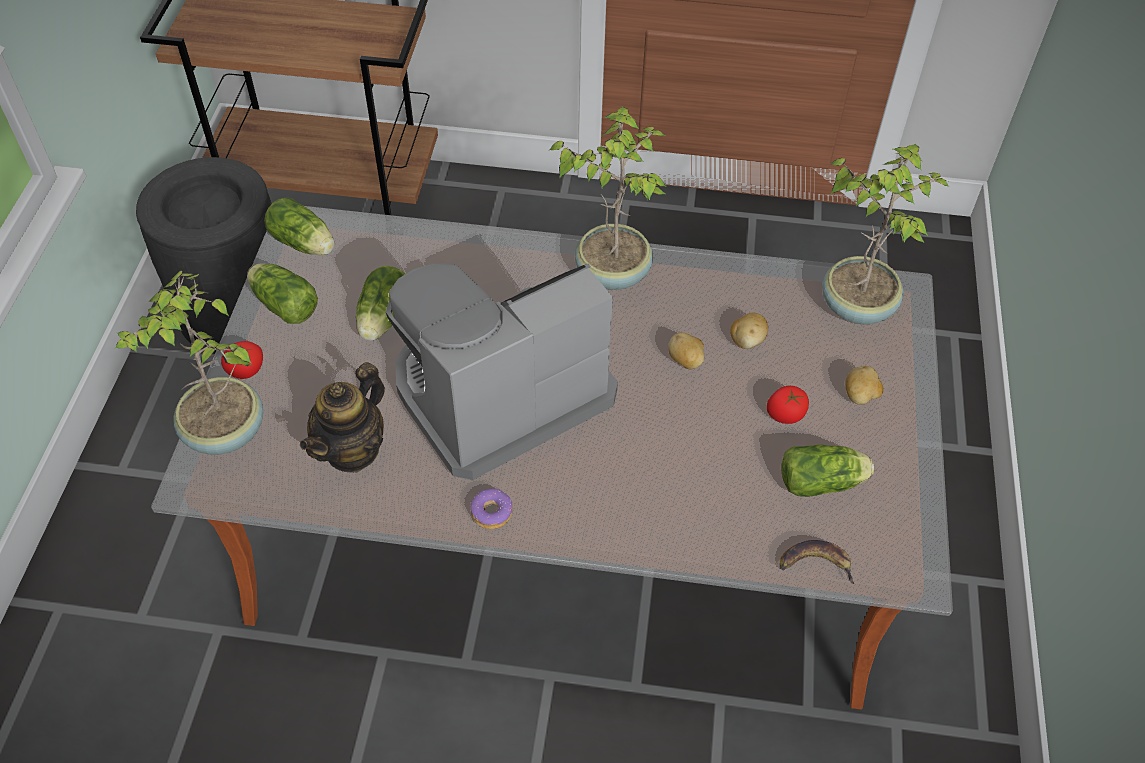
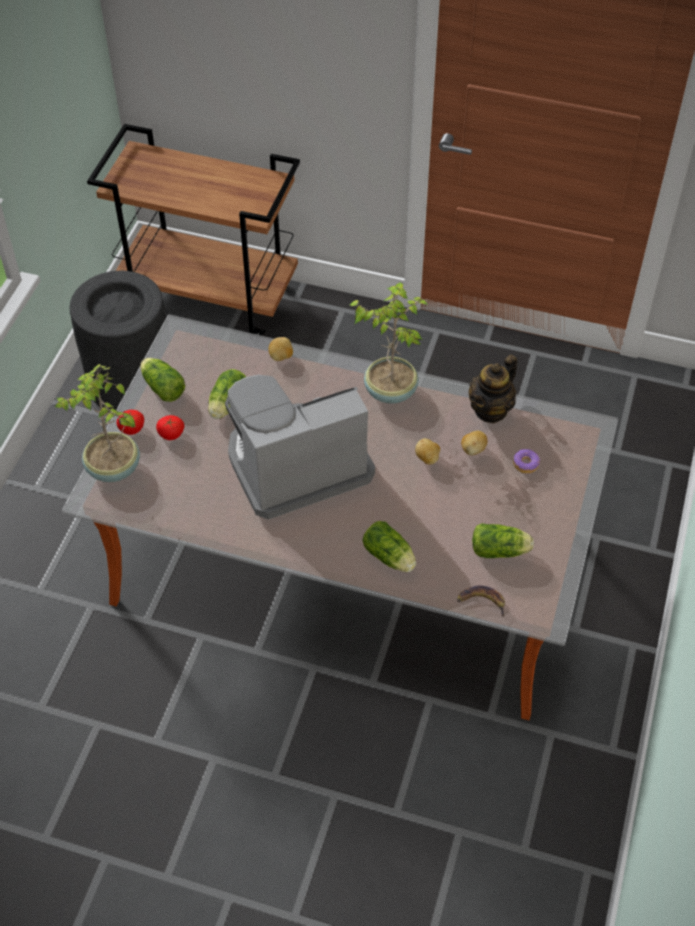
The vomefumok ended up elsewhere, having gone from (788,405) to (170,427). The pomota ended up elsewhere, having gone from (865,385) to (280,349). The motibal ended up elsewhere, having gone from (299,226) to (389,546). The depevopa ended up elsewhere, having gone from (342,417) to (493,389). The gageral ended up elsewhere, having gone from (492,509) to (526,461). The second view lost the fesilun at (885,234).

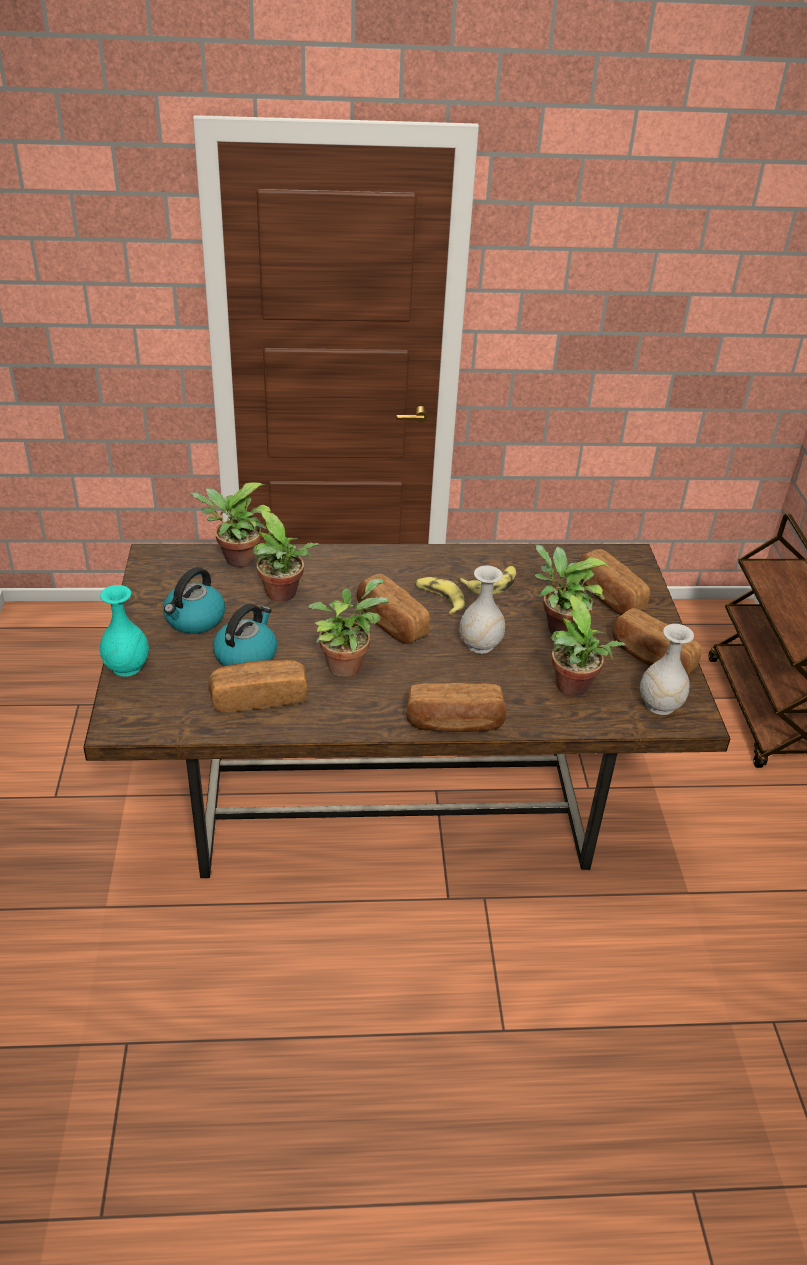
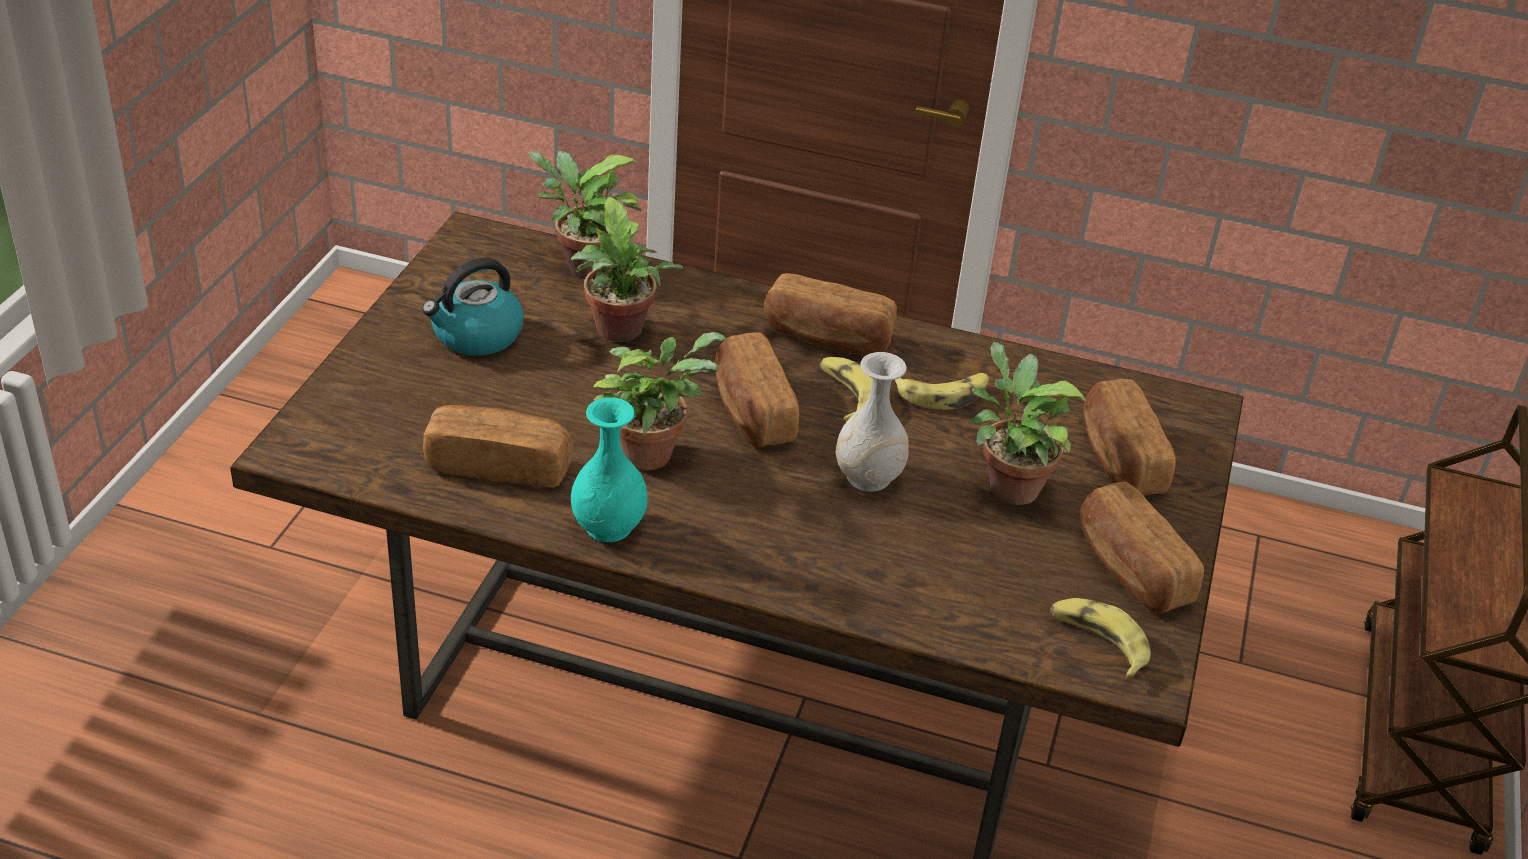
The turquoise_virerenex ended up elsewhere, having gone from (124,631) to (609,469). The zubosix ended up elsewhere, having gone from (456,707) to (830,314). Where the white_virerenex stood at (667,669), the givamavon came to stand at (1100,639). The second view lost the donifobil at (245,635). The second view lost the fesilun at (588,645).

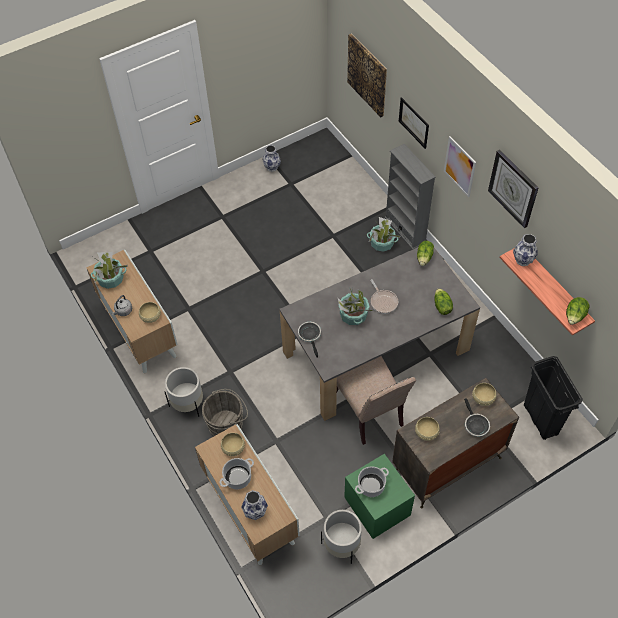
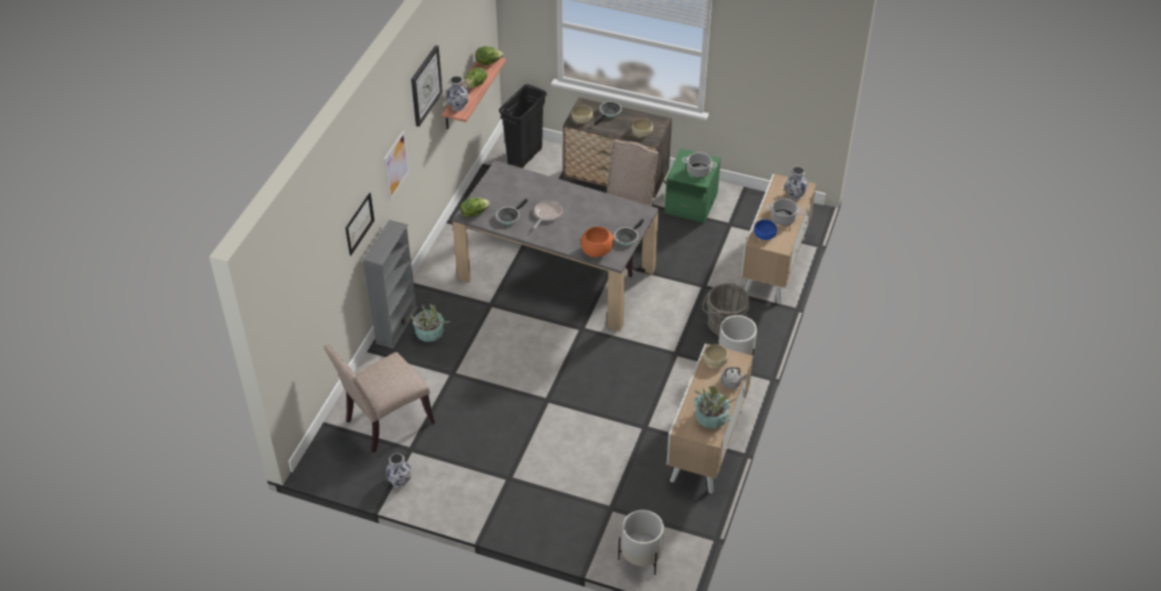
The second view gained the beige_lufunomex at (379,399). The motibal ended up elsewhere, having gone from (443,301) to (475,78). The second view gained the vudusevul at (512,212). The second view gained the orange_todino at (597,242). The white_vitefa ended up elsewhere, having gone from (341,537) to (641,542). What was the beige_todino at (233,444) turned into the blue_todino at (765,230). The second view lost the fesilun at (355,306). The second view lost the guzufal at (367,75).

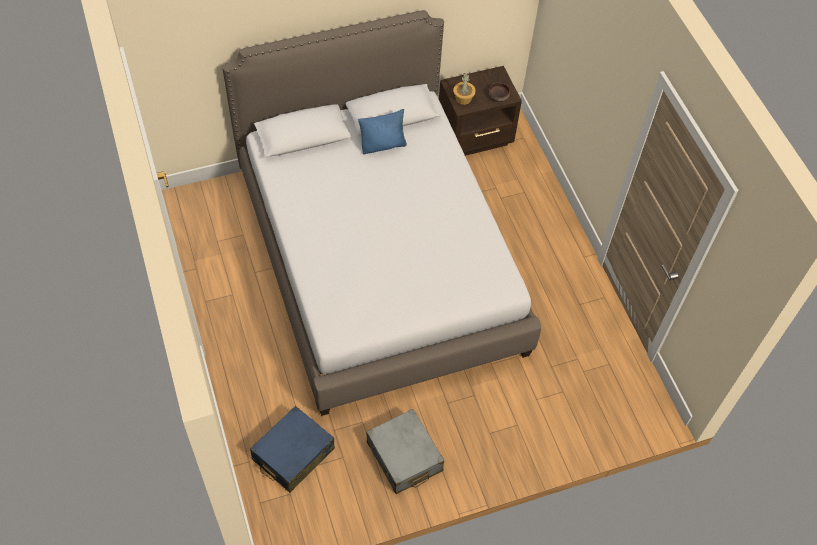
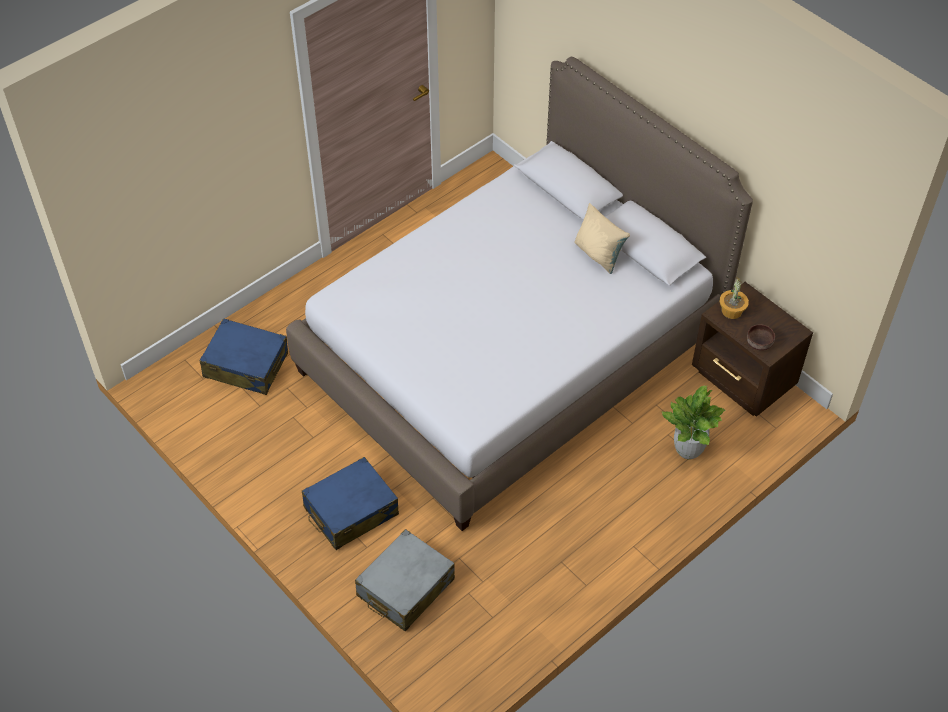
The second view gained the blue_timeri at (350,503). The grey_timeri ended up elsewhere, having gone from (405,451) to (405,580). What was the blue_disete at (382,131) turned into the beige_disete at (602,238). The second view gained the fesilun at (694,422).

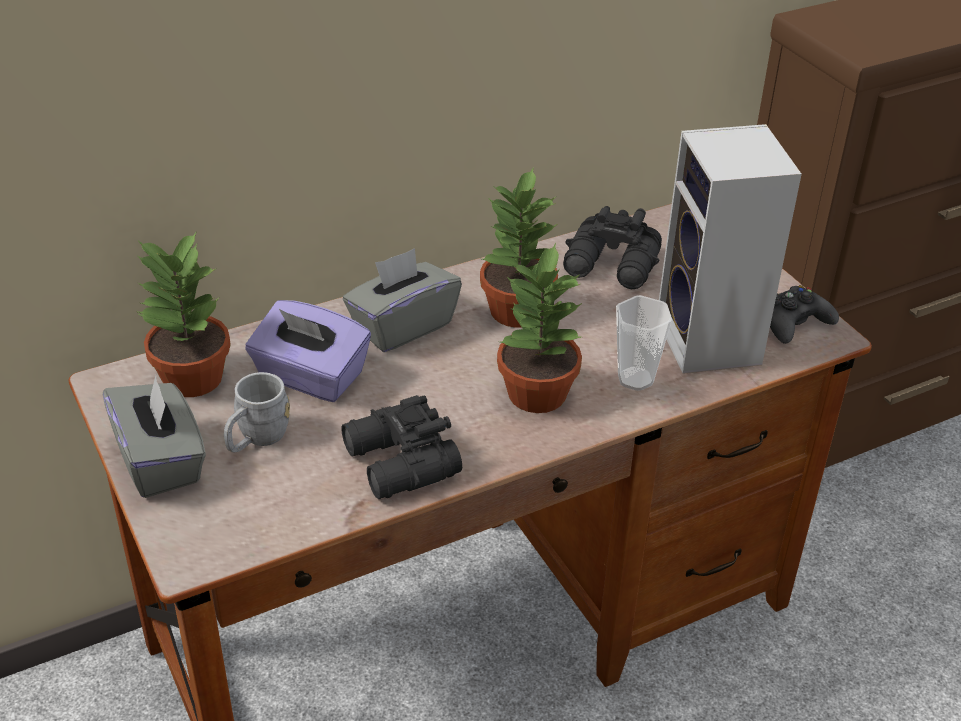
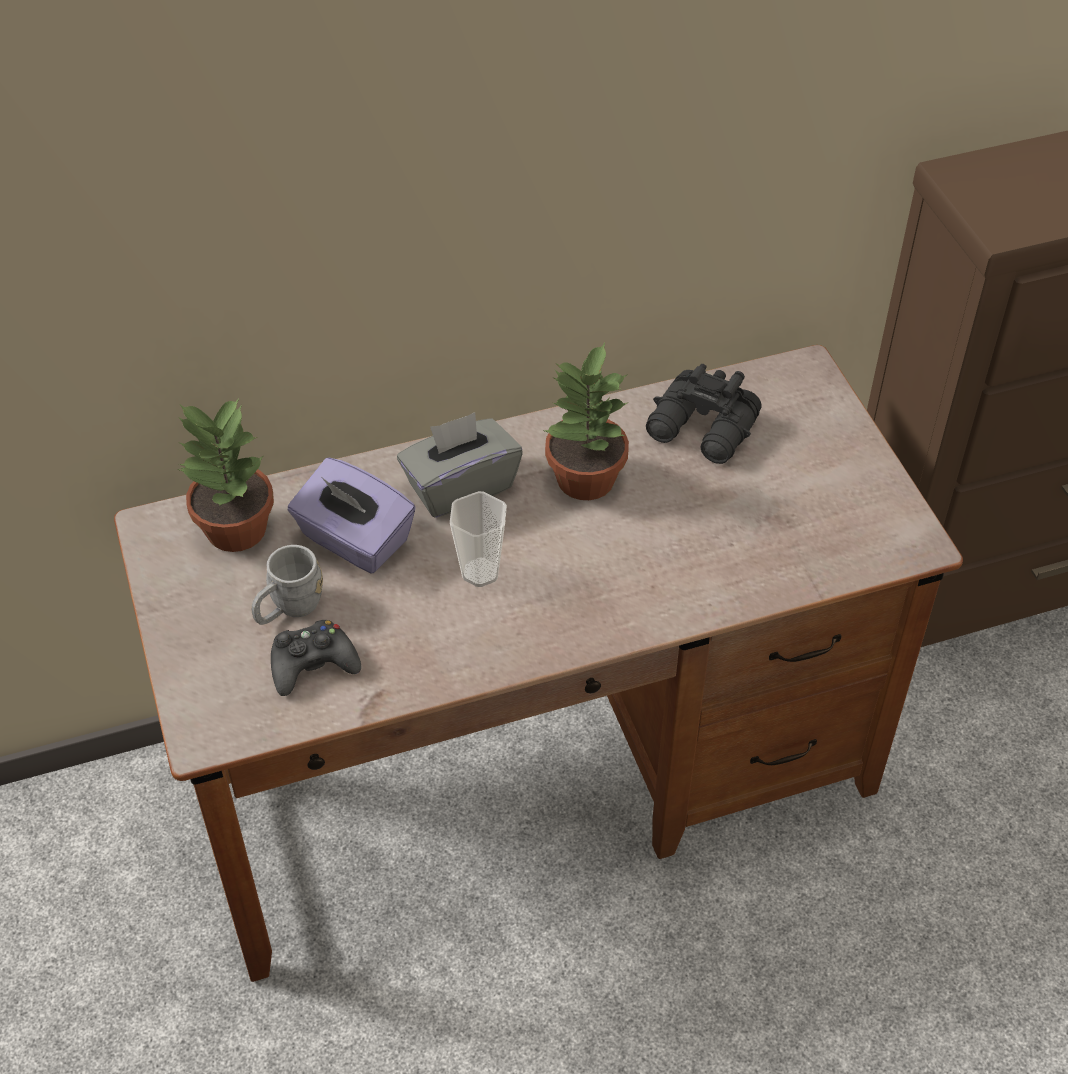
The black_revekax ended up elsewhere, having gone from (804,314) to (316,658). The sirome ended up elsewhere, having gone from (644,343) to (478,539). The second view lost the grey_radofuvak at (154,437). The second view lost the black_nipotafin at (401,447). The second view lost the fesilun at (539,328). The second view lost the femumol at (730,249).

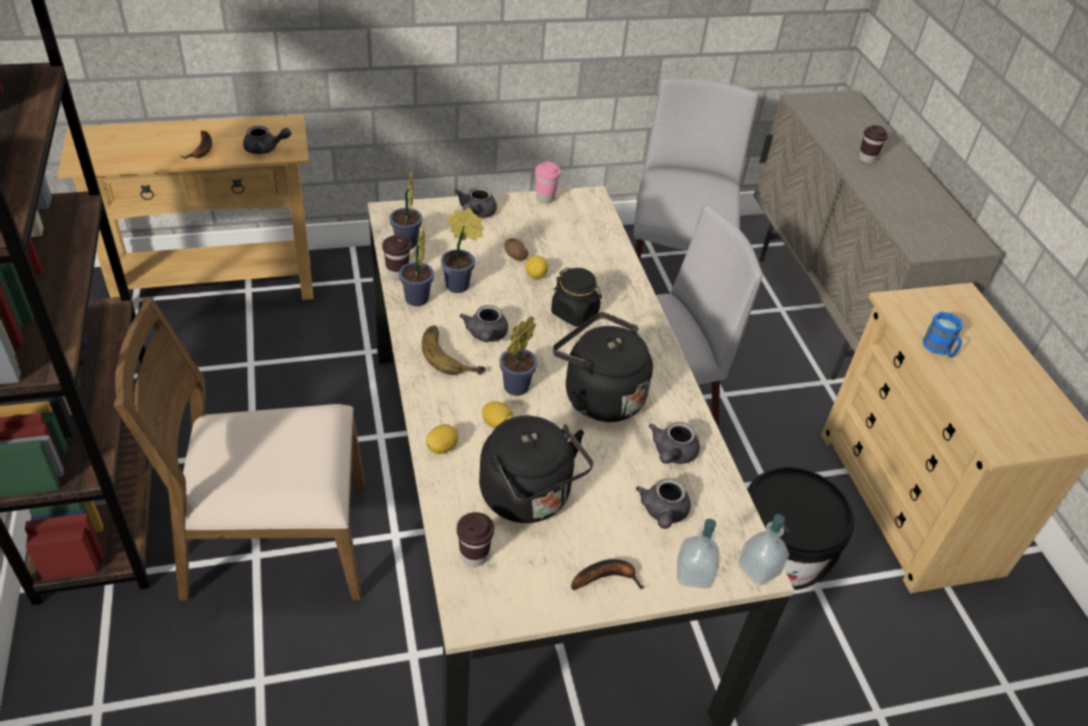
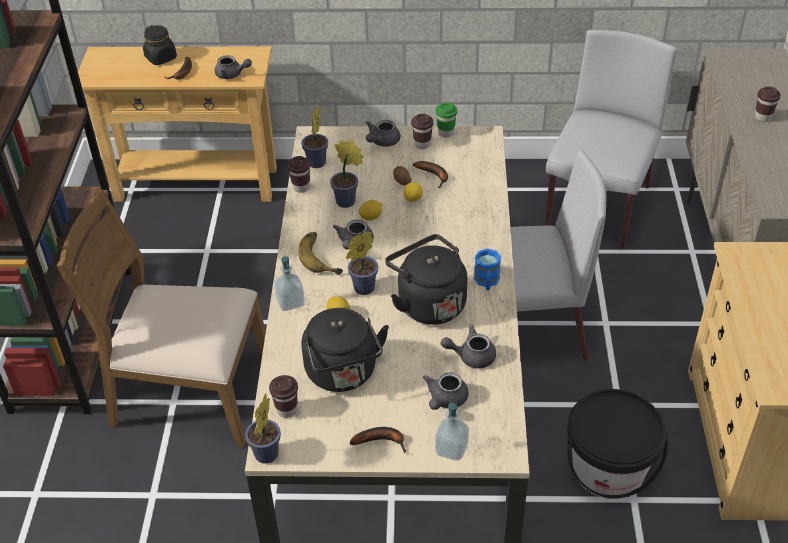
The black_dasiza ended up elsewhere, having gone from (576,297) to (160,45). The fesilun ended up elsewhere, having gone from (416,265) to (263,429). The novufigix ended up elsewhere, having gone from (763,549) to (289,283). The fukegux ended up elsewhere, having gone from (442,439) to (370,210). The second view gained the brown_sirome at (422,131). The second view gained the givamavon at (430,174). What was the pink_sirome at (548,182) turned into the green_sirome at (446,120). The grey_depevopa at (674,443) ended up facing another way, 45 degrees clockwise from before. The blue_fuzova ended up elsewhere, having gone from (943,335) to (487,269).

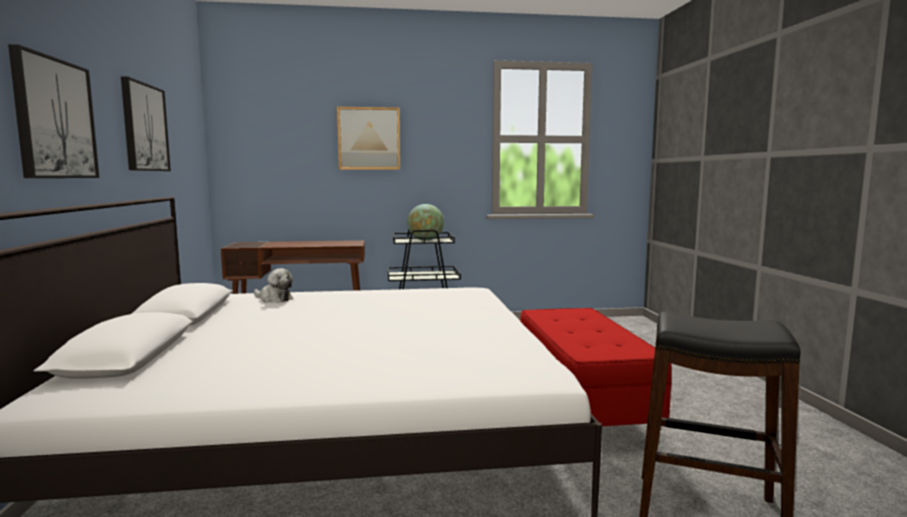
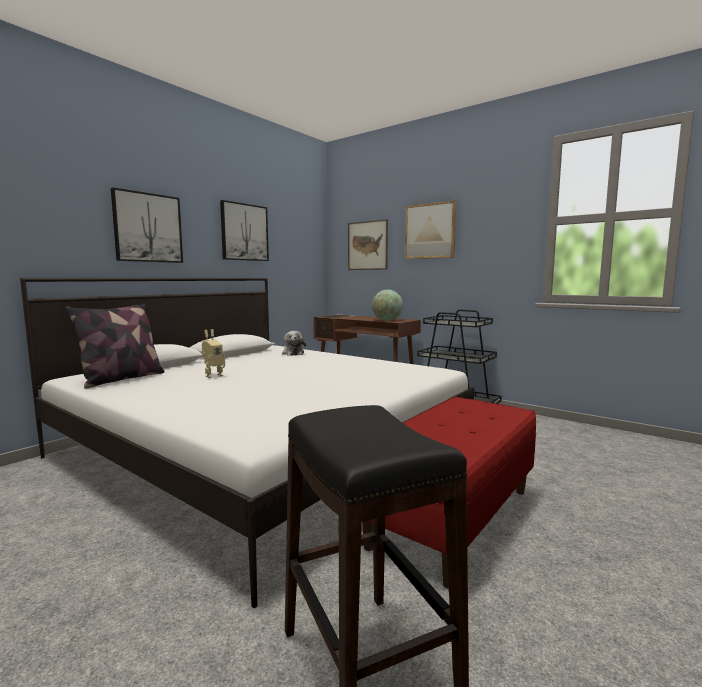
The second view gained the disete at (114,346). The second view gained the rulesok at (213,353). The second view gained the guzufal at (368,244). The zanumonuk ended up elsewhere, having gone from (425,222) to (387,305).

